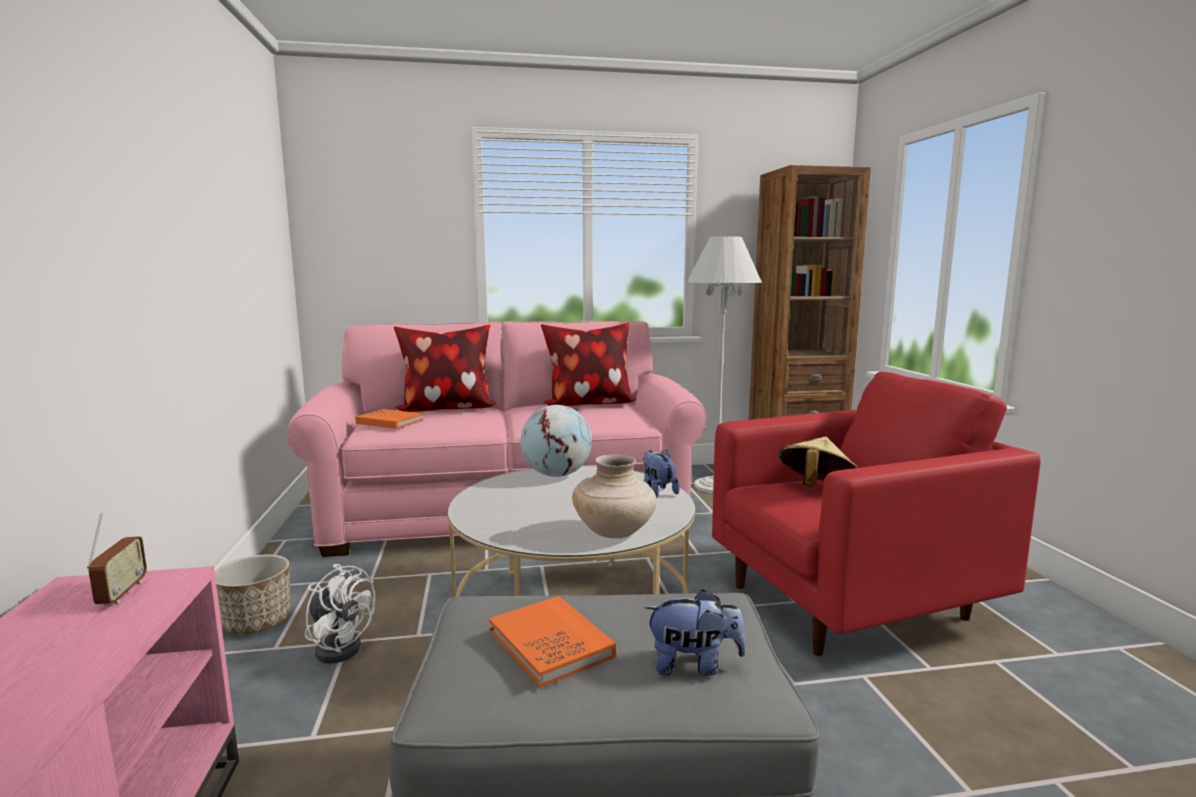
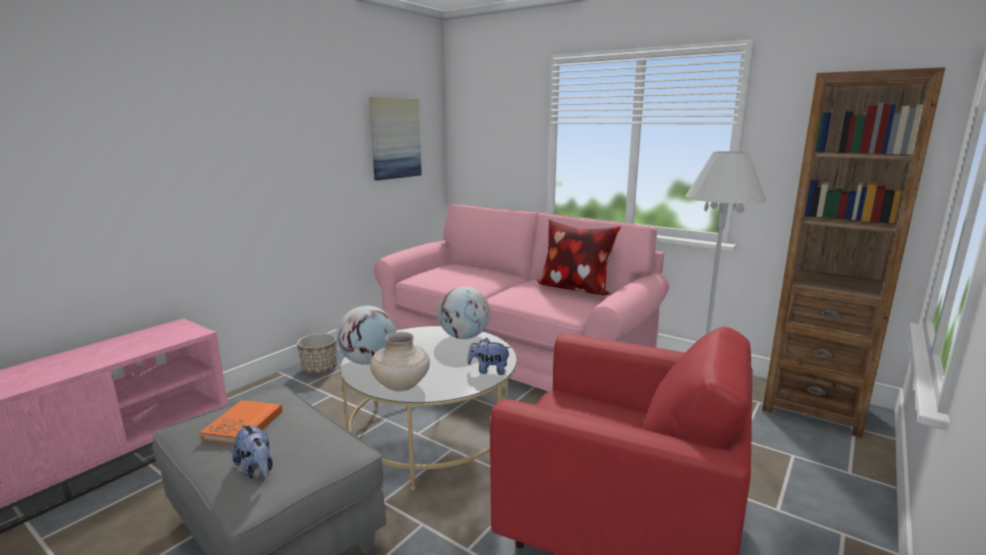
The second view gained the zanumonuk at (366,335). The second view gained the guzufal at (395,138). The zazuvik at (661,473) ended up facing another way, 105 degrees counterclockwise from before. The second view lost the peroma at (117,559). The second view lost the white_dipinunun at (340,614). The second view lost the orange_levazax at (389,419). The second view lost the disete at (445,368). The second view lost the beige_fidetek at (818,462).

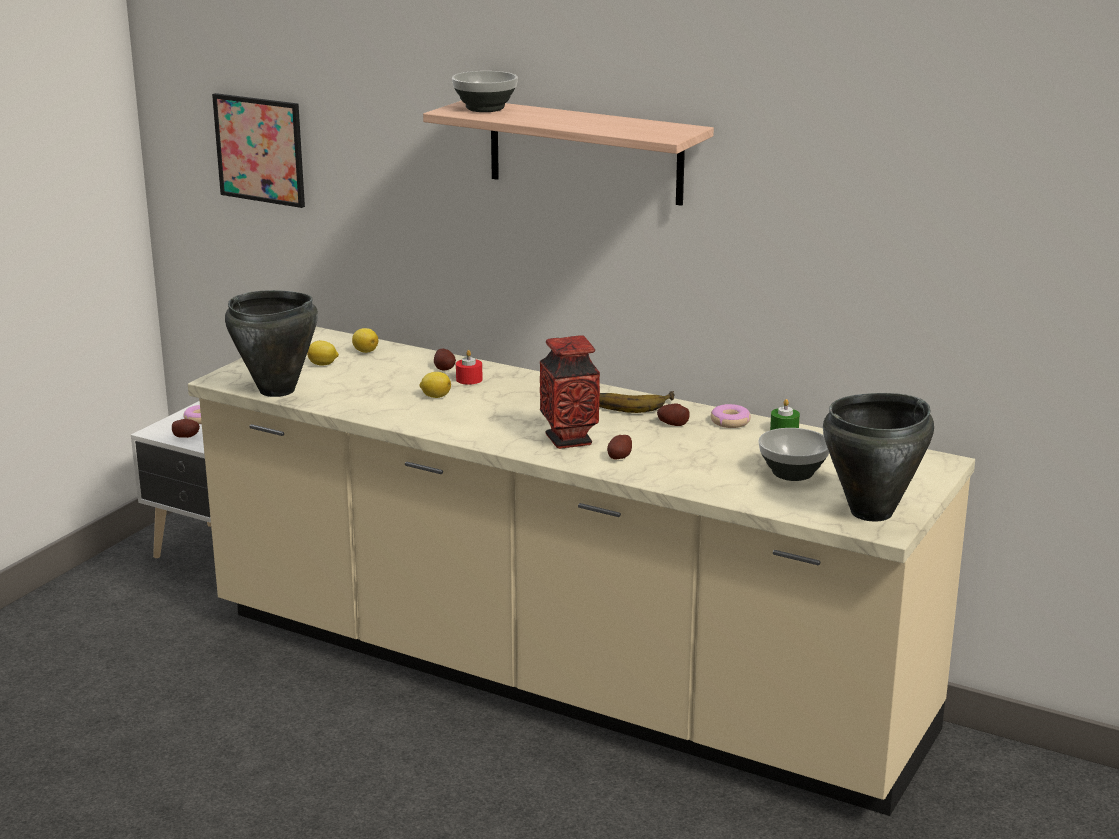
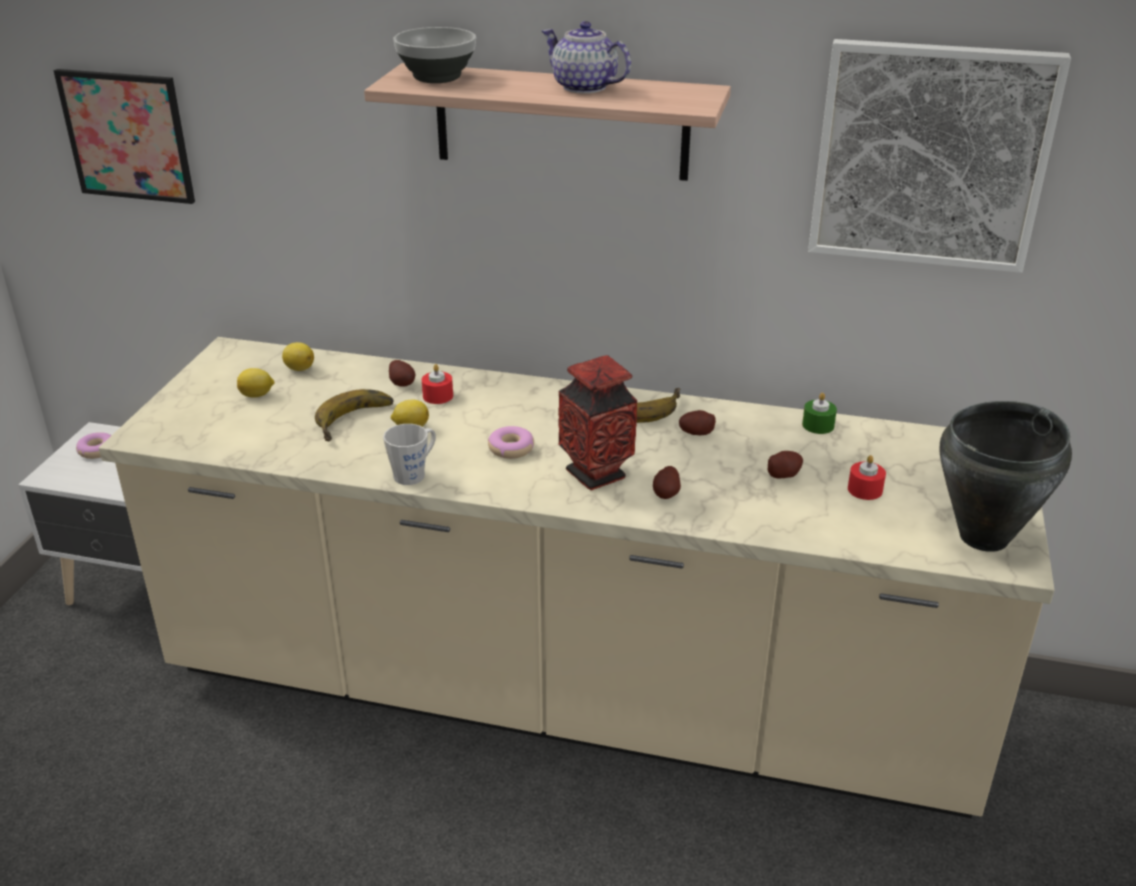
The second view gained the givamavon at (354,415). The second view gained the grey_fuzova at (409,454). The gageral ended up elsewhere, having gone from (731,416) to (511,442). The second view gained the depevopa at (586,57). The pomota ended up elsewhere, having gone from (186,428) to (785,465). The second view gained the guzufal at (939,156). Where the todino stood at (794,454), the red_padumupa came to stand at (867,477). The second view lost the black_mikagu at (271,343).

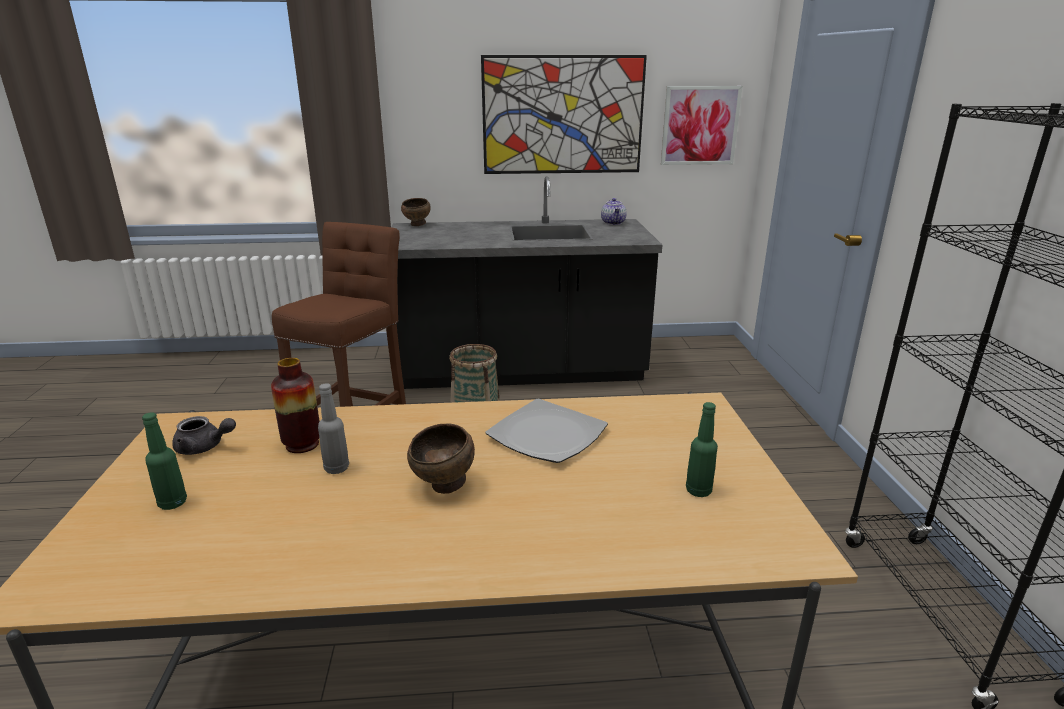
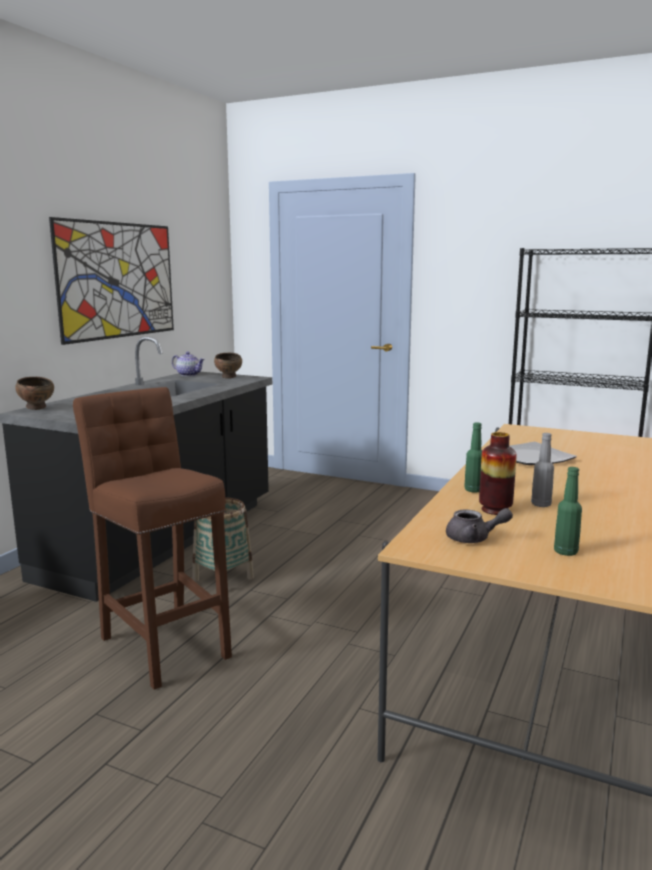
The brown_todino ended up elsewhere, having gone from (441,459) to (228,366). The grey_depevopa at (204,435) ended up facing another way, 60 degrees clockwise from before. The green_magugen ended up elsewhere, having gone from (702,449) to (473,457). The second view lost the guzufal at (701,125).

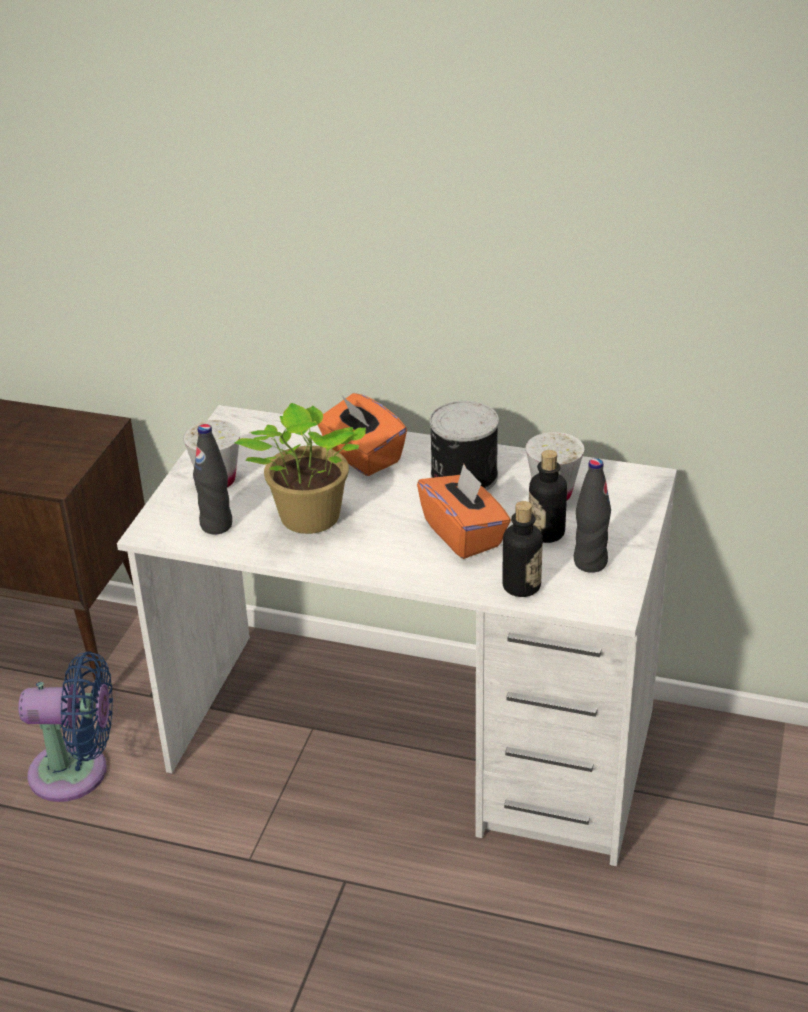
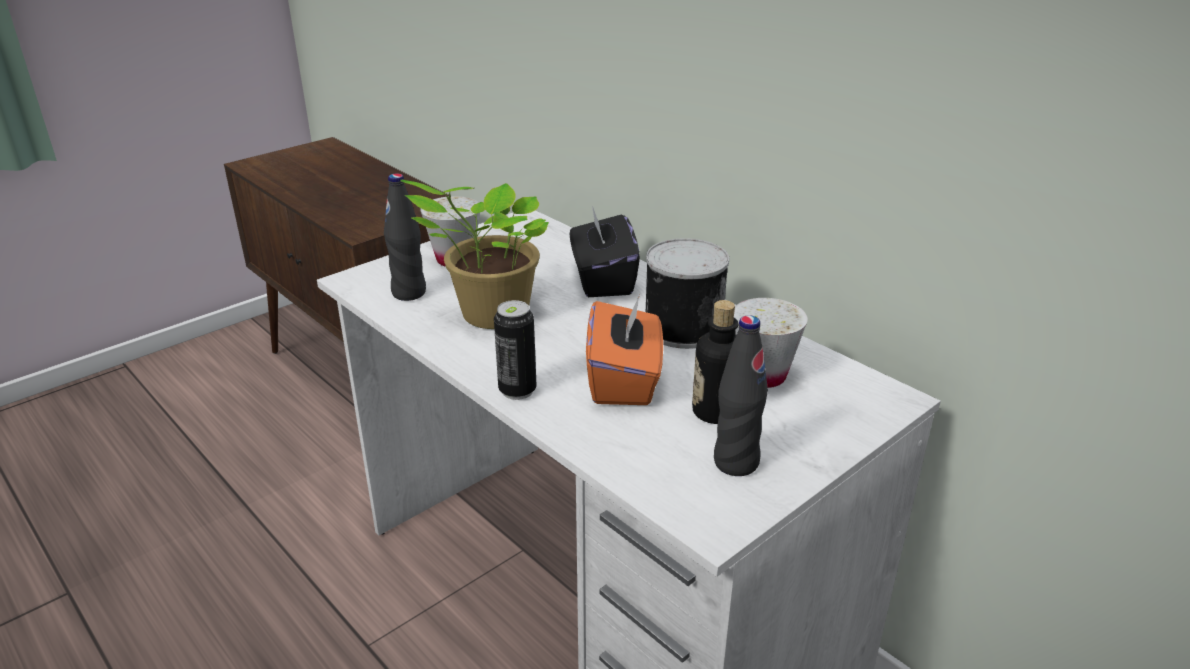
The second view gained the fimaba at (515,350). What was the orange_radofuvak at (362,434) turned into the black_radofuvak at (605,251). The second view lost the blue_dipinunun at (65,726). The second view lost the magugen at (522,549).

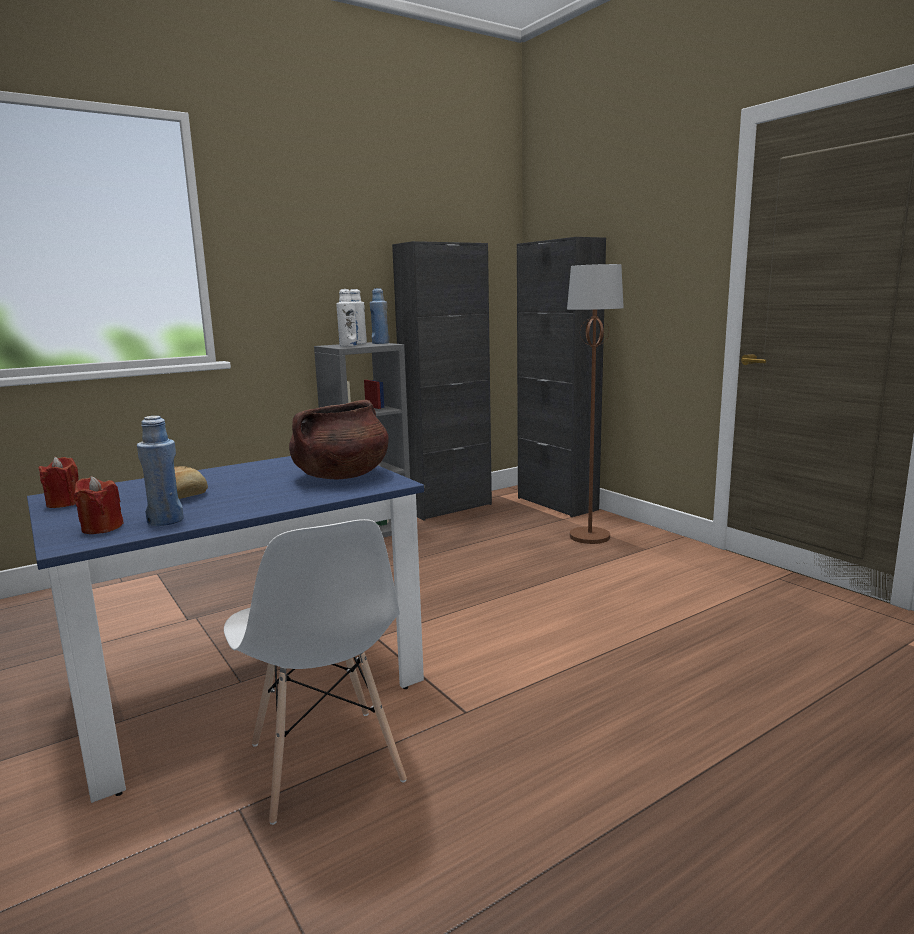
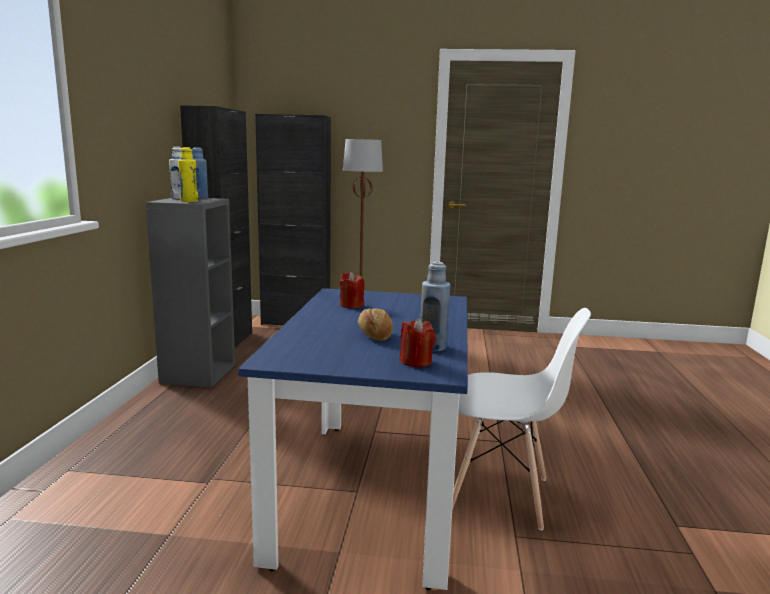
What was the white_magugen at (346,317) turned into the yellow_magugen at (188,174). The red_padumupa ended up elsewhere, having gone from (58,482) to (352,290). The second view lost the brown_mikagu at (339,439).

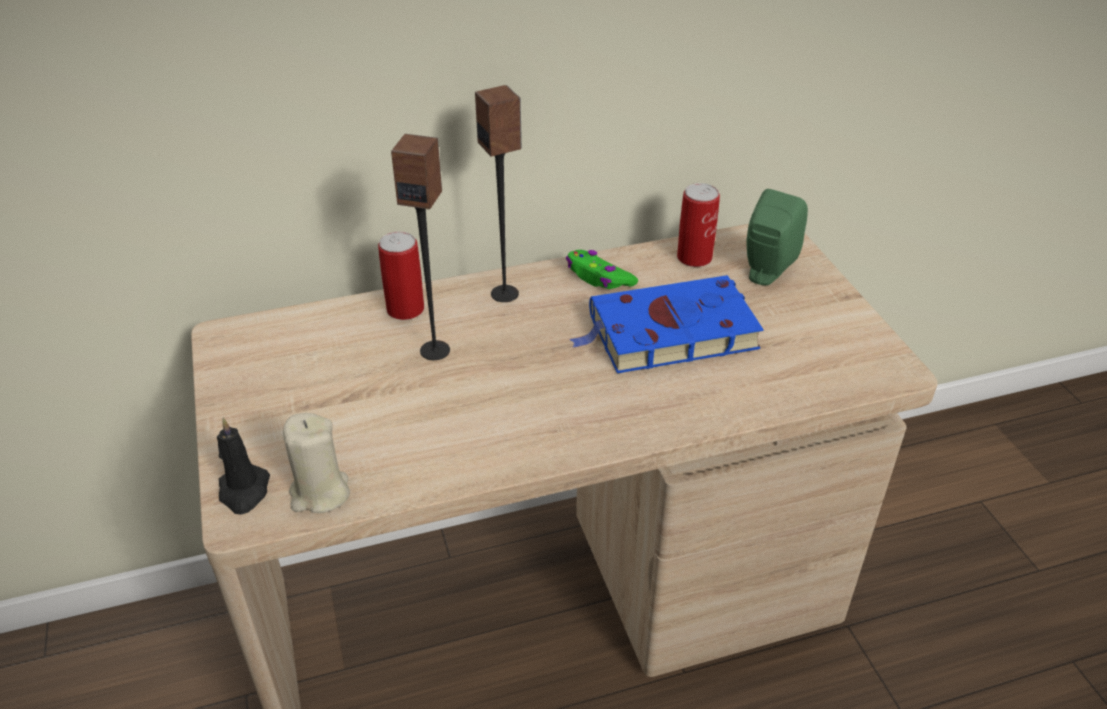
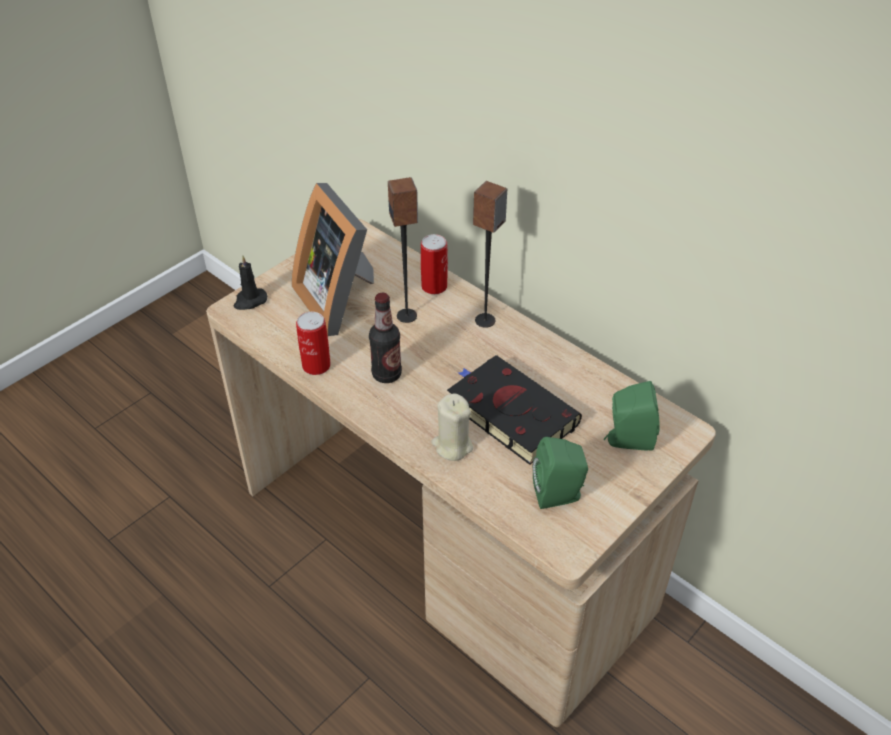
The second view gained the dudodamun at (333,259). The fimaba ended up elsewhere, having gone from (698,225) to (313,343). The second view gained the magugen at (385,338). The beige_padumupa ended up elsewhere, having gone from (316,463) to (452,427). What was the blue_levazax at (666,324) turned into the black_levazax at (514,410). The second view gained the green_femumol at (560,473). The second view lost the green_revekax at (602,269).

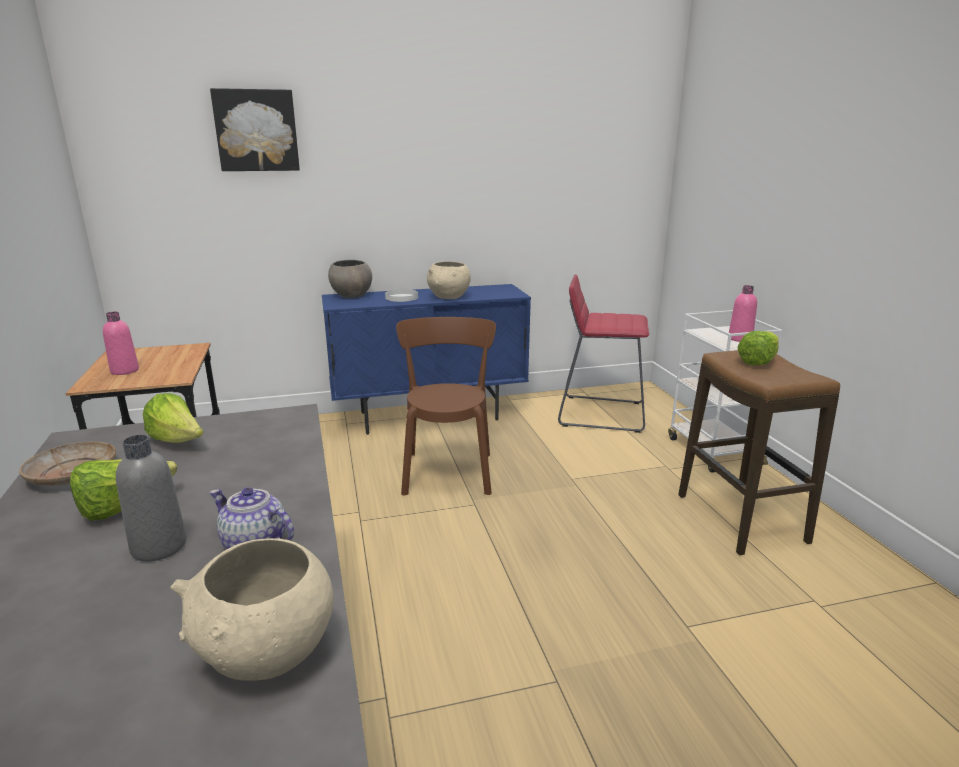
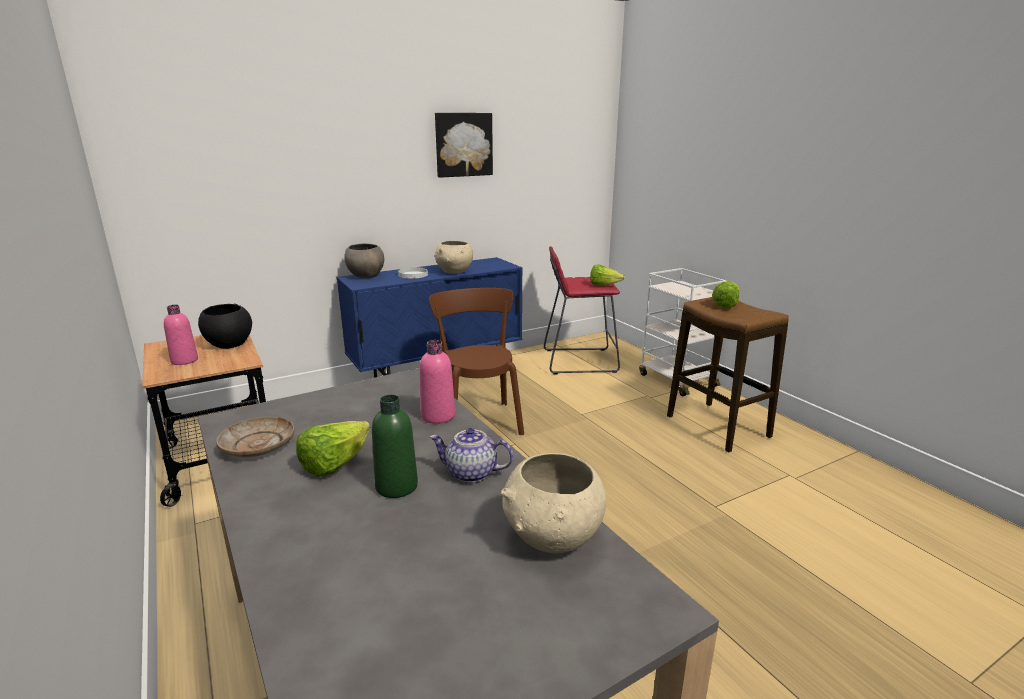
The second view gained the black_todino at (225,326). What was the grey_magugen at (151,498) turned into the green_magugen at (395,446). The pink_magugen ended up elsewhere, having gone from (743,313) to (437,382). The guzufal ended up elsewhere, having gone from (255,129) to (464,145). The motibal ended up elsewhere, having gone from (173,418) to (607,274).

